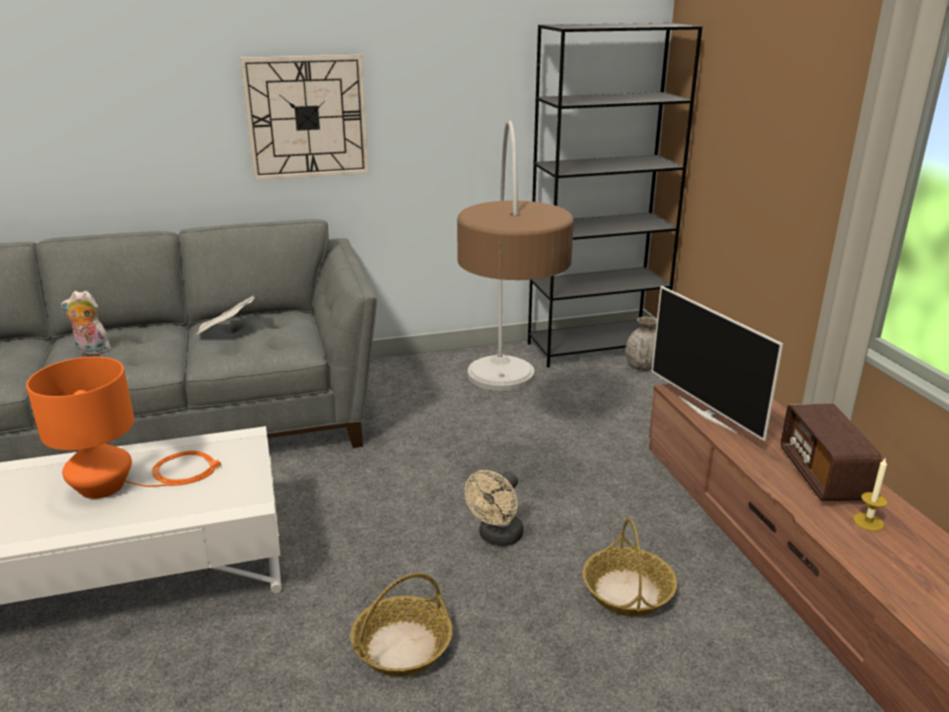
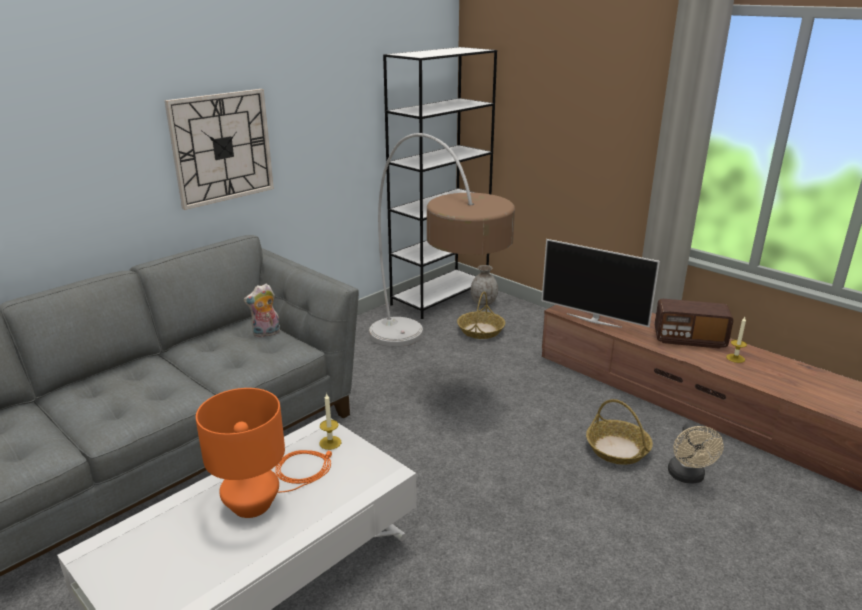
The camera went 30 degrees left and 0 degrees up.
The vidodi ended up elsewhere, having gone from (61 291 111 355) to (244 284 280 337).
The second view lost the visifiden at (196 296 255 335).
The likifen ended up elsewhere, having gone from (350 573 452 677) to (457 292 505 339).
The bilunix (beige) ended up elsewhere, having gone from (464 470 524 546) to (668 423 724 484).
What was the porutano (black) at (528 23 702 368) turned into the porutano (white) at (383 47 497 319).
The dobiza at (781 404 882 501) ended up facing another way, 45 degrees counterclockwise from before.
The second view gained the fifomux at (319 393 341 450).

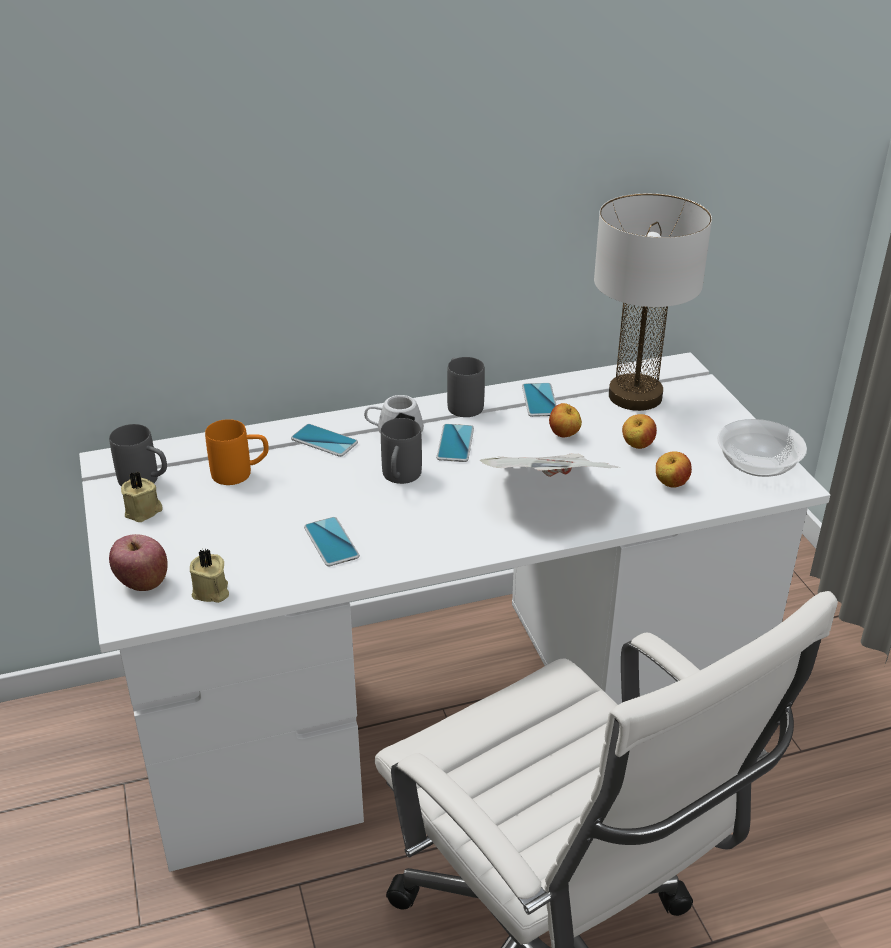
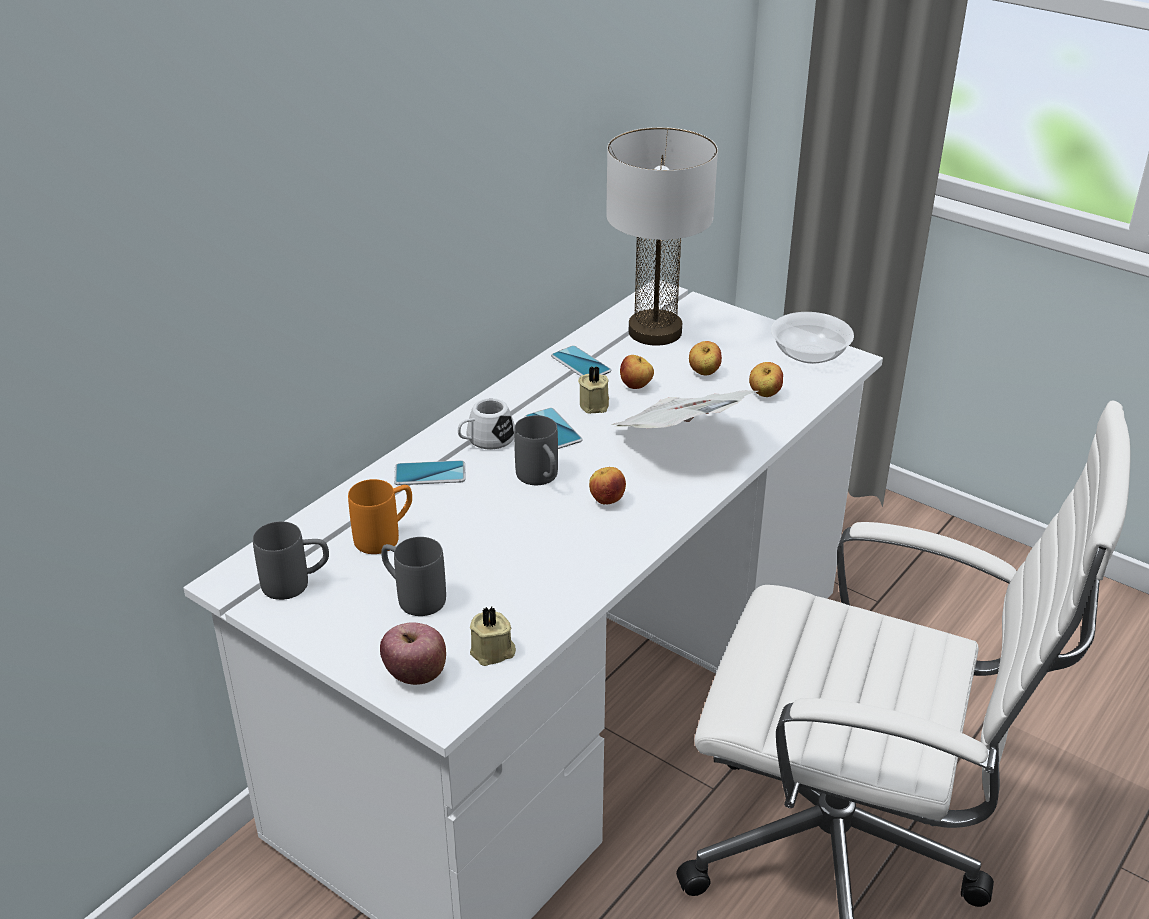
The camera went 35 degrees left and 0 degrees up.
The fifomux (beige) ended up elsewhere, having gone from (121 472 163 522) to (578 366 609 414).
The second view lost the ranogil at (304 517 360 566).
The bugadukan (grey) ended up elsewhere, having gone from (447 357 485 417) to (381 537 446 616).
The second view gained the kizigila at (589 467 626 505).

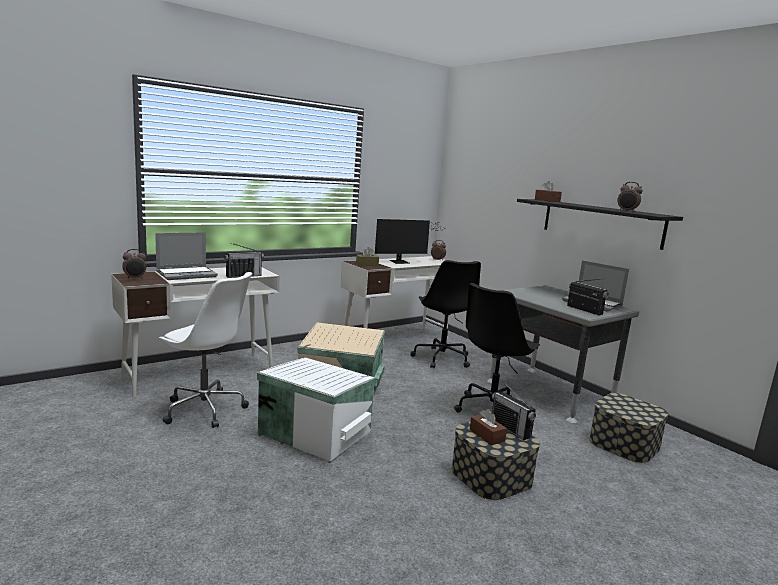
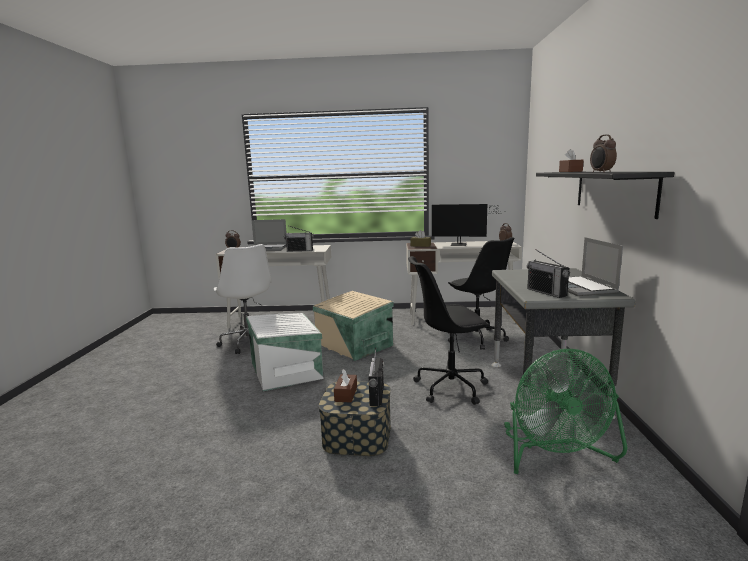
The camera went 40 degrees right and 0 degrees up.
The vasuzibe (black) at (410 260 481 368) ended up facing another way, 60 degrees counterclockwise from before.
The dobiza at (567 278 609 315) ended up facing another way, 150 degrees clockwise from before.
Where the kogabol stood at (589 393 669 463), the bilunix (green) came to stand at (504 349 627 474).

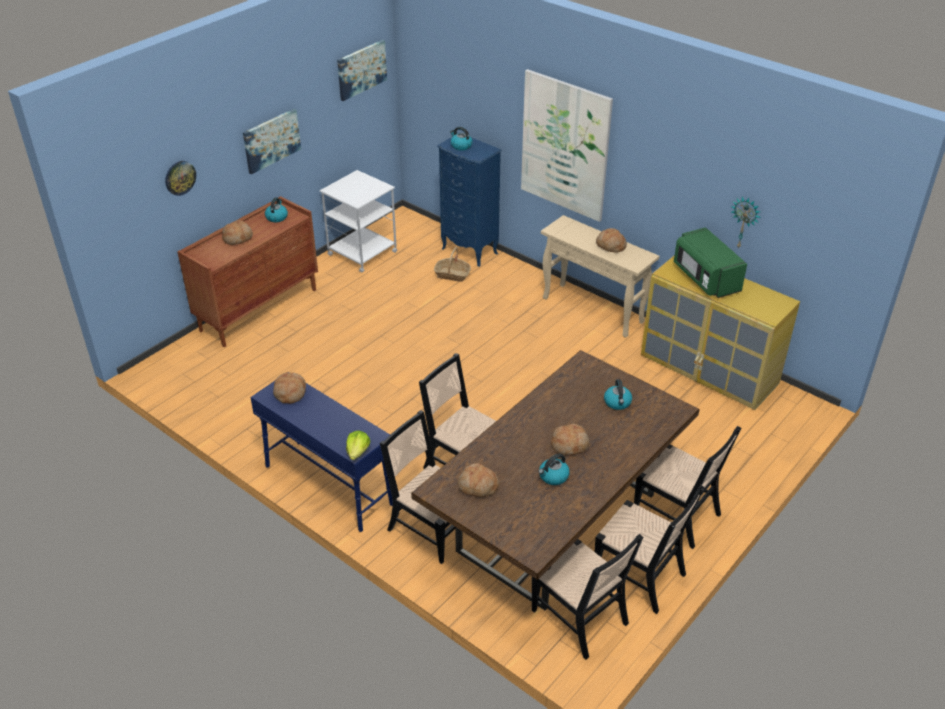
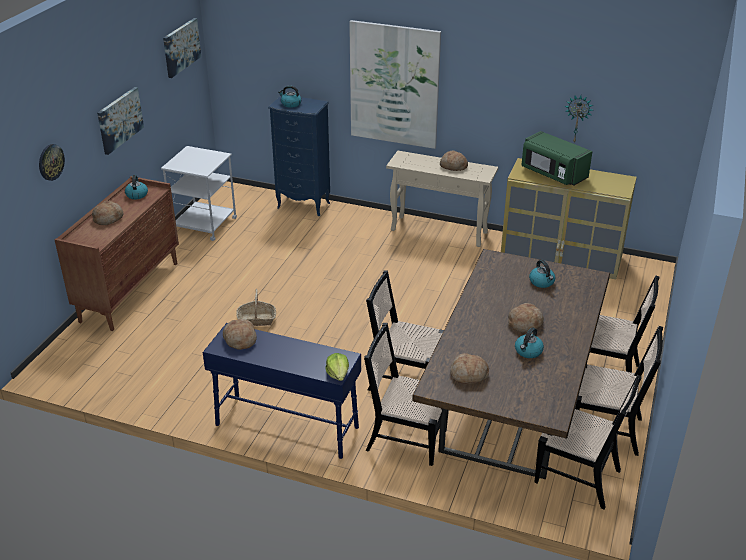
The camera went 20 degrees left and 5 degrees down.
The likifen ended up elsewhere, having gone from (434 247 471 282) to (236 289 276 326).

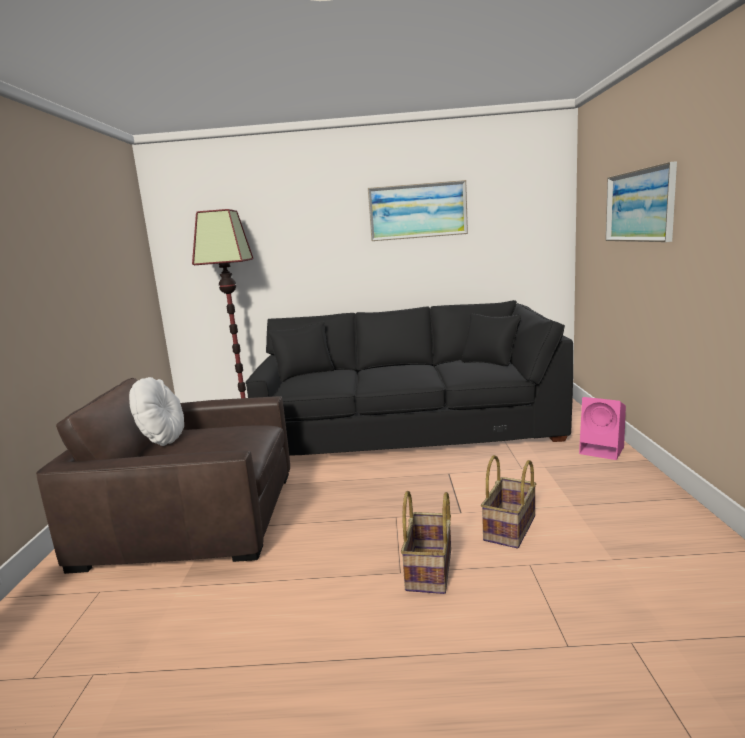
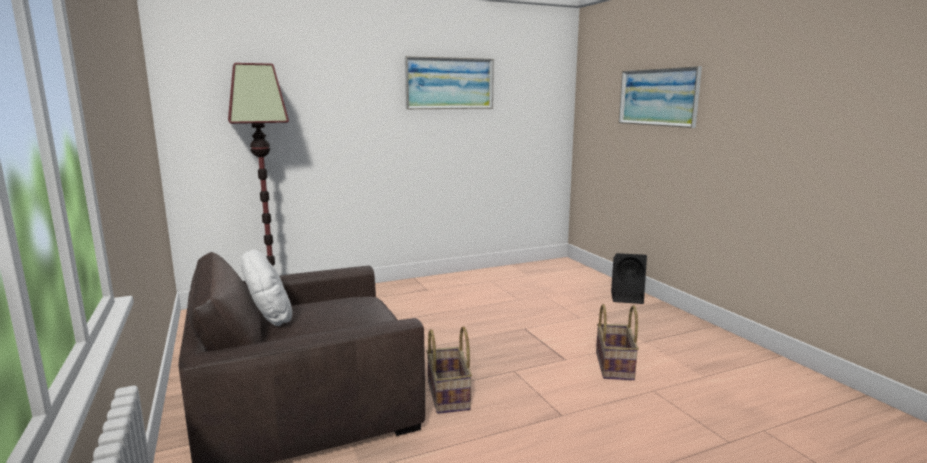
The camera went 25 degrees left and 0 degrees up.
The second view lost the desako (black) at (245 300 573 456).
The likifen ended up elsewhere, having gone from (401 491 451 594) to (426 327 472 414).
What was the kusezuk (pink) at (579 397 626 460) turned into the kusezuk (black) at (611 253 647 304).

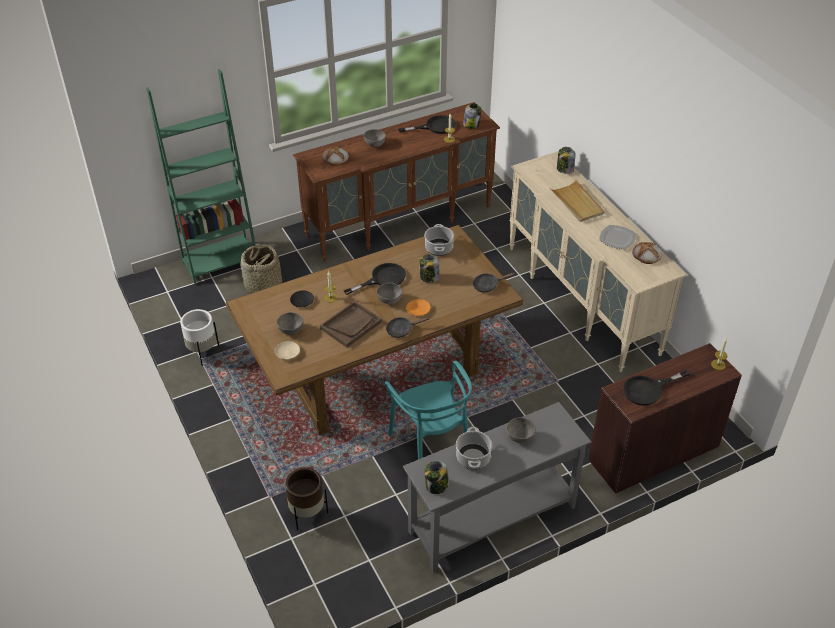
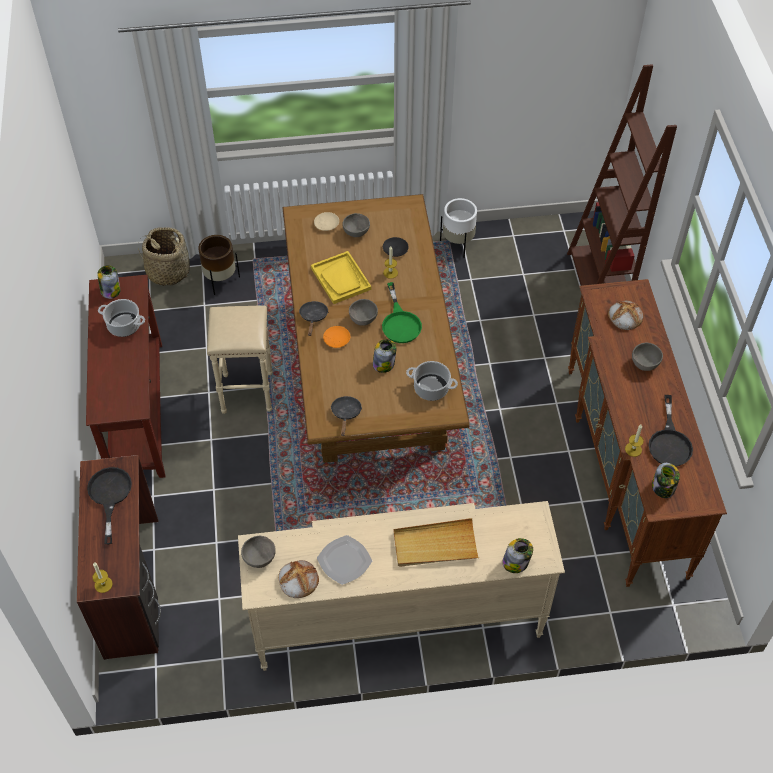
The camera went 110 degrees right and 10 degrees up.
What was the porutano (green) at (146 69 256 285) turned into the porutano (brown) at (567 64 677 286).
The likifen ended up elsewhere, having gone from (241 243 282 294) to (138 227 192 286).
What was the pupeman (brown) at (320 301 382 348) turned into the pupeman (yellow) at (311 251 371 304).
What was the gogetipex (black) at (344 263 406 295) turned into the gogetipex (green) at (382 282 422 343).
Where the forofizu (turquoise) stood at (385 361 472 460), the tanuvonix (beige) came to stand at (207 305 273 414).
What was the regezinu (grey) at (403 402 591 573) turned into the regezinu (brown) at (86 275 165 478).
The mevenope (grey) ended up elsewhere, having gone from (507 417 536 443) to (241 536 276 568).

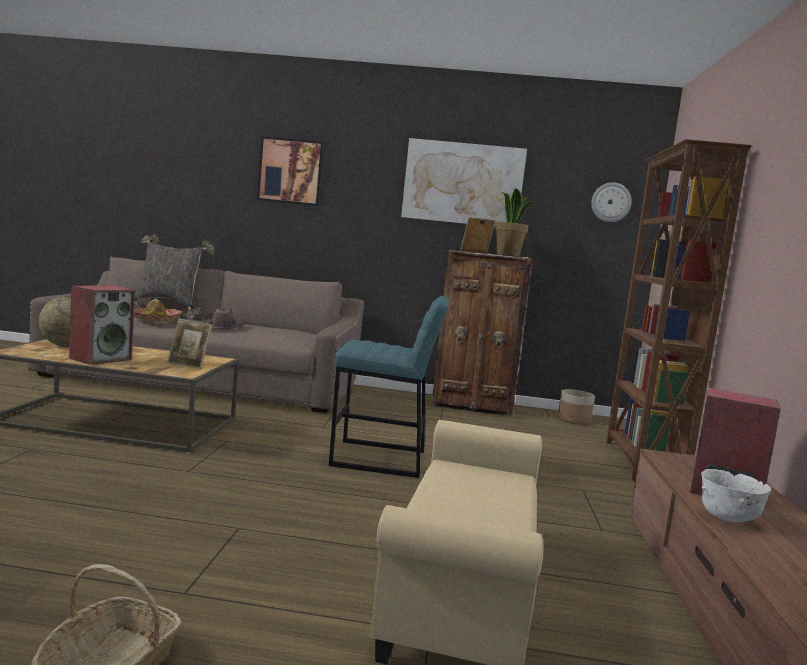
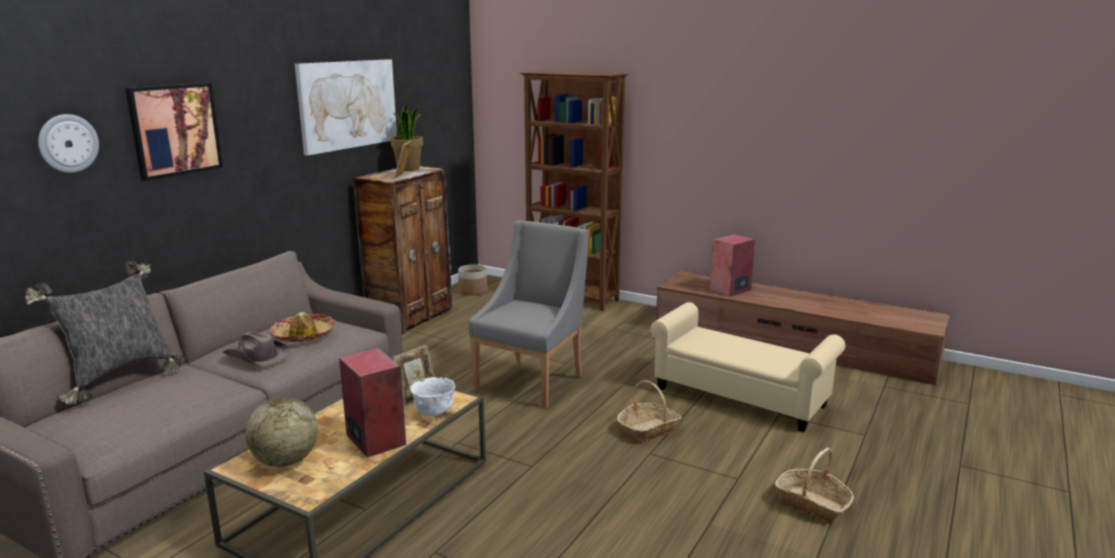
The camera went 65 degrees left and 10 degrees up.
The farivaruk ended up elsewhere, having gone from (134 299 183 322) to (270 312 336 342).
Where the tanuvonix (blue) stood at (329 296 450 478), the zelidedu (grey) came to stand at (469 220 589 408).
The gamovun ended up elsewhere, having gone from (591 182 632 222) to (38 114 99 173).
The mevenope (white) ended up elsewhere, having gone from (701 469 771 522) to (410 377 455 417).
The second view gained the likifen at (617 380 682 443).

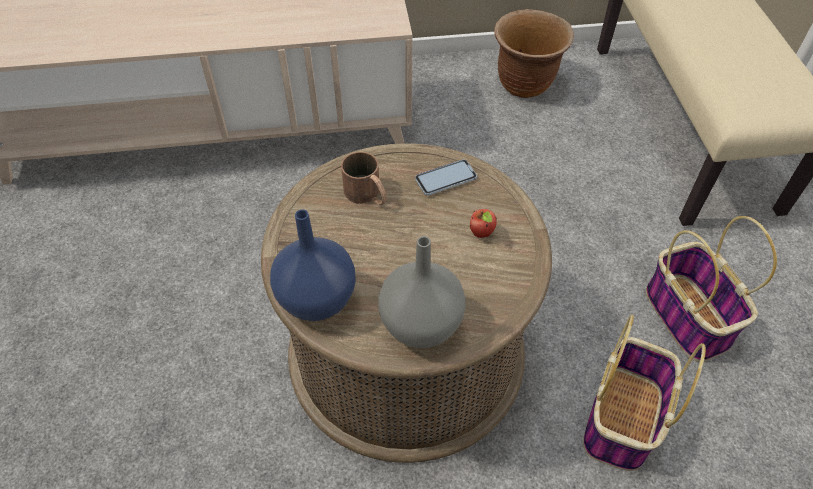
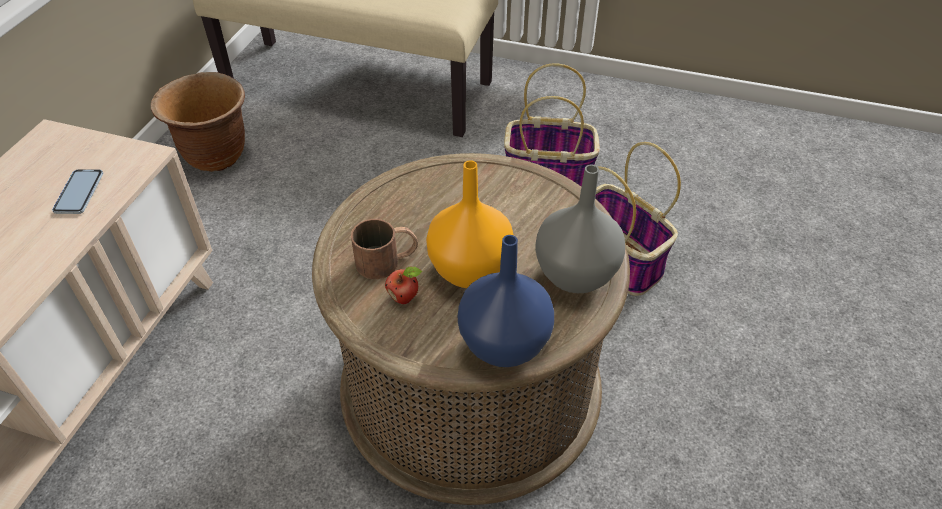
The camera went 65 degrees left and 5 degrees down.
The ranogil ended up elsewhere, having gone from (415 160 477 195) to (52 169 103 214).
The kizigila ended up elsewhere, having gone from (470 209 497 238) to (385 266 422 304).
The second view gained the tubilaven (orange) at (426 160 514 288).

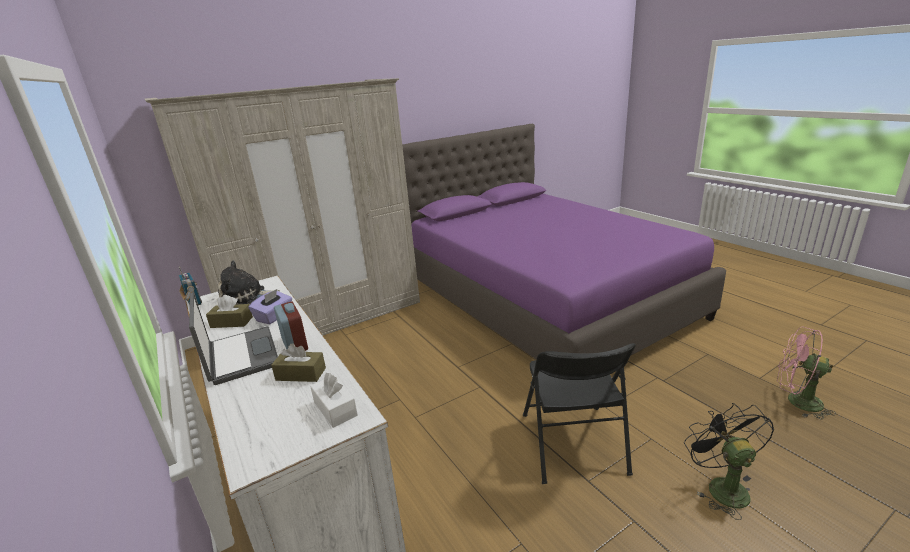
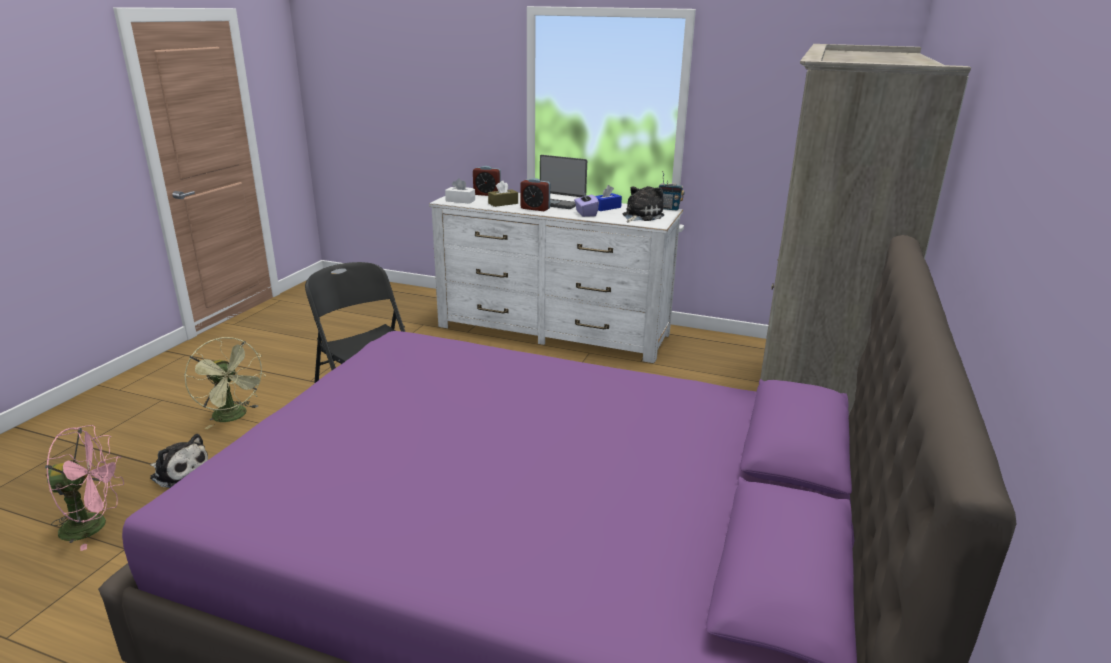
The camera went 140 degrees right and 0 degrees up.
What was the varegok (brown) at (206 295 253 328) turned into the varegok (blue) at (596 185 622 211).
What was the bilunix (black) at (684 403 774 520) turned into the bilunix (green) at (184 337 266 429).
The second view gained the vidodi at (150 434 208 488).
The second view gained the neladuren at (473 166 501 196).

